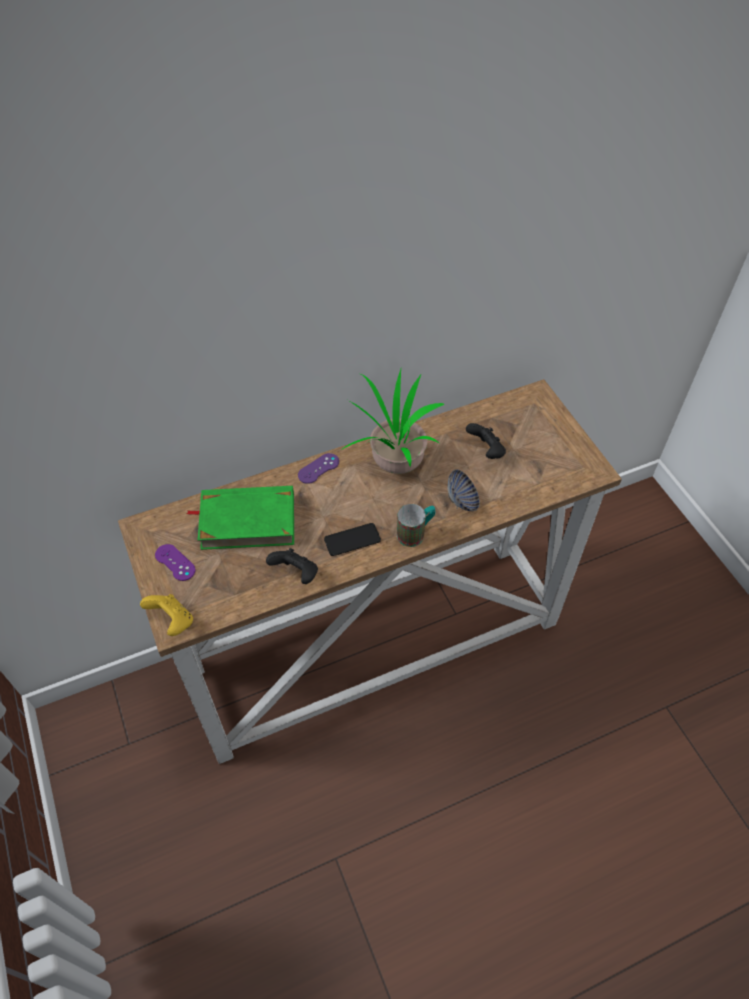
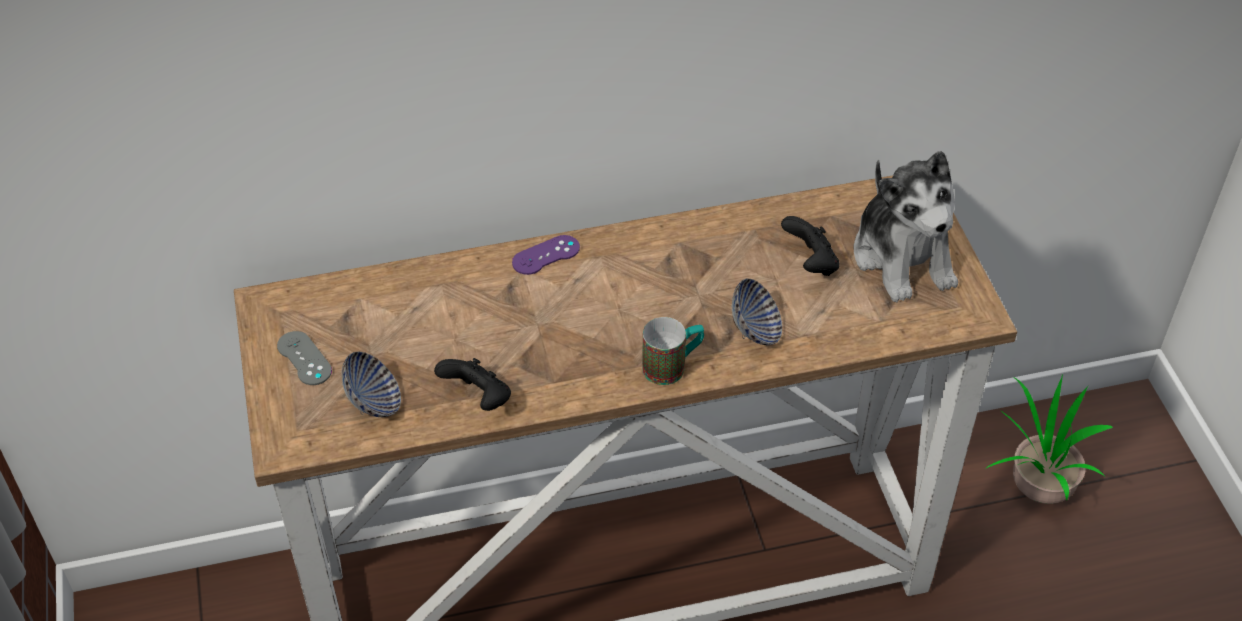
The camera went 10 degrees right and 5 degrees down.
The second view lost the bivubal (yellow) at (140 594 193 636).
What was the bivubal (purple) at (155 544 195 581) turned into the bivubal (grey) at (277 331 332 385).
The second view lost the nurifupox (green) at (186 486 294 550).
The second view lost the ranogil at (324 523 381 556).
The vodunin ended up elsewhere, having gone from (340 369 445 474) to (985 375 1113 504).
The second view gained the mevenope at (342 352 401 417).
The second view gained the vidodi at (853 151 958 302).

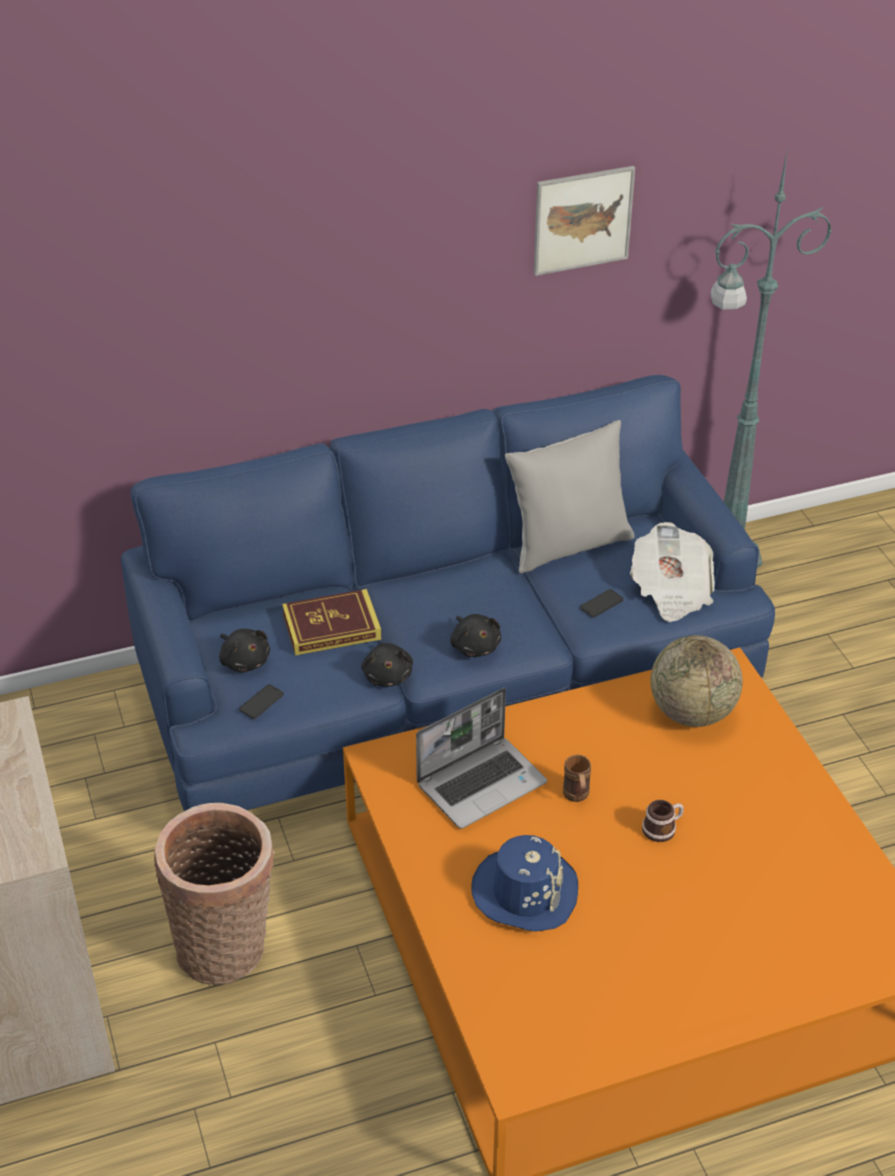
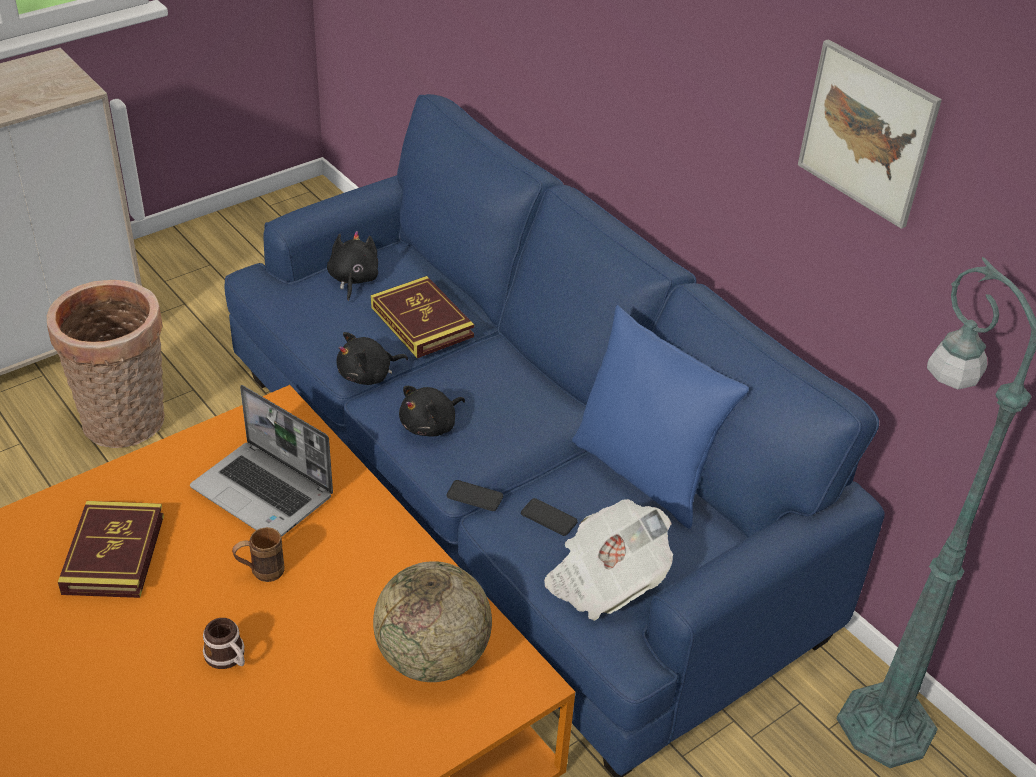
The camera went 70 degrees right and 0 degrees up.
The vidodi (black) at (219 629 270 673) ended up facing another way, 150 degrees clockwise from before.
The ranogil ended up elsewhere, having gone from (239 684 284 719) to (447 480 503 511).
Where the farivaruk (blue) stood at (471 835 578 932), the nurifupox came to stand at (58 501 164 598).
What was the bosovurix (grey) at (505 420 635 574) turned into the bosovurix (blue) at (572 305 749 529).

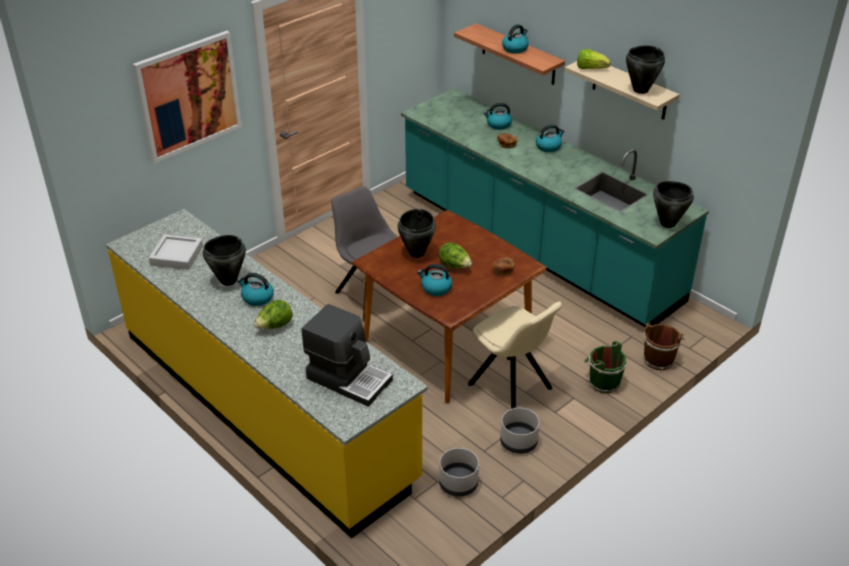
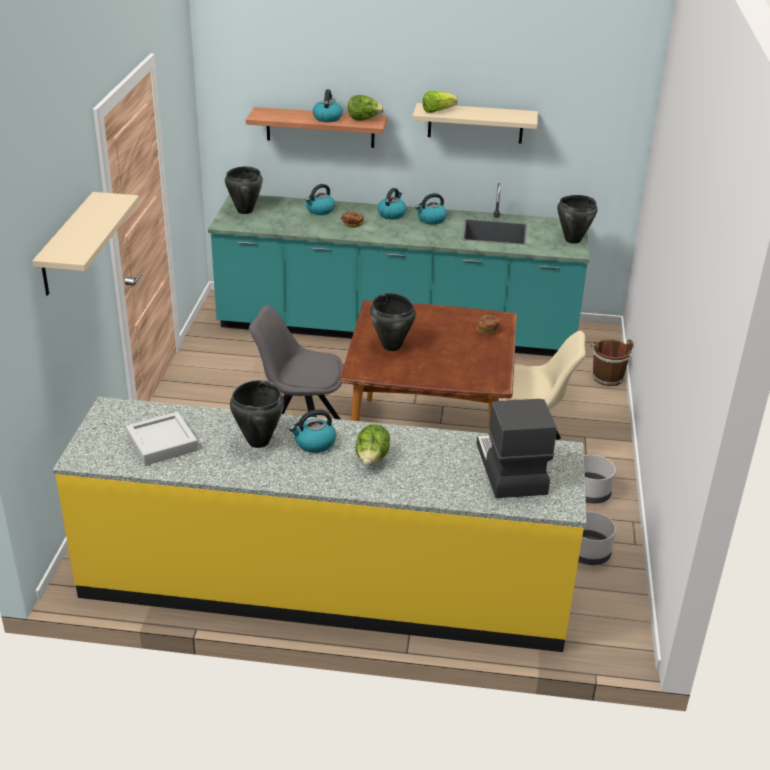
The camera went 40 degrees left and 5 degrees down.
Where the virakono hung at (133 31 242 164), the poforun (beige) came to hang at (32 192 139 296).
The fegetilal at (302 304 393 407) ended up facing another way, 90 degrees counterclockwise from before.
The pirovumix ended up elsewhere, having gone from (417 264 453 296) to (415 193 447 225).
The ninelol ended up elsewhere, having gone from (439 242 472 269) to (348 95 385 121).
The second view lost the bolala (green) at (584 341 627 393).
The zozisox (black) ended up elsewhere, having gone from (626 46 665 94) to (225 166 263 214).

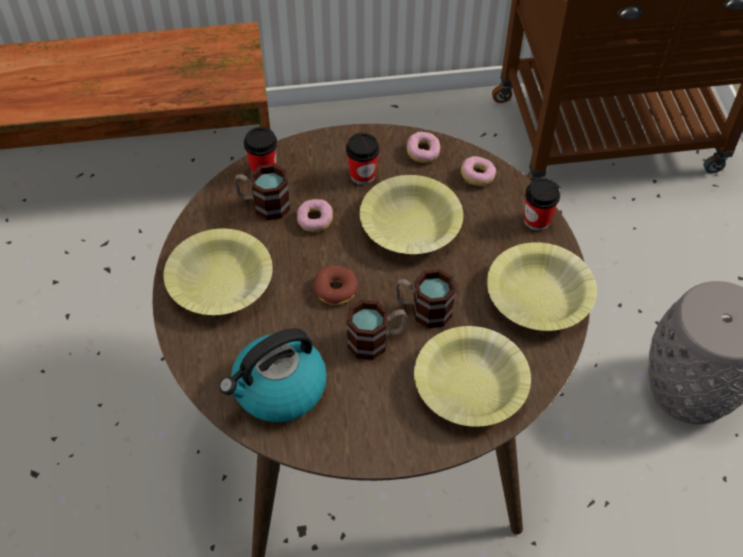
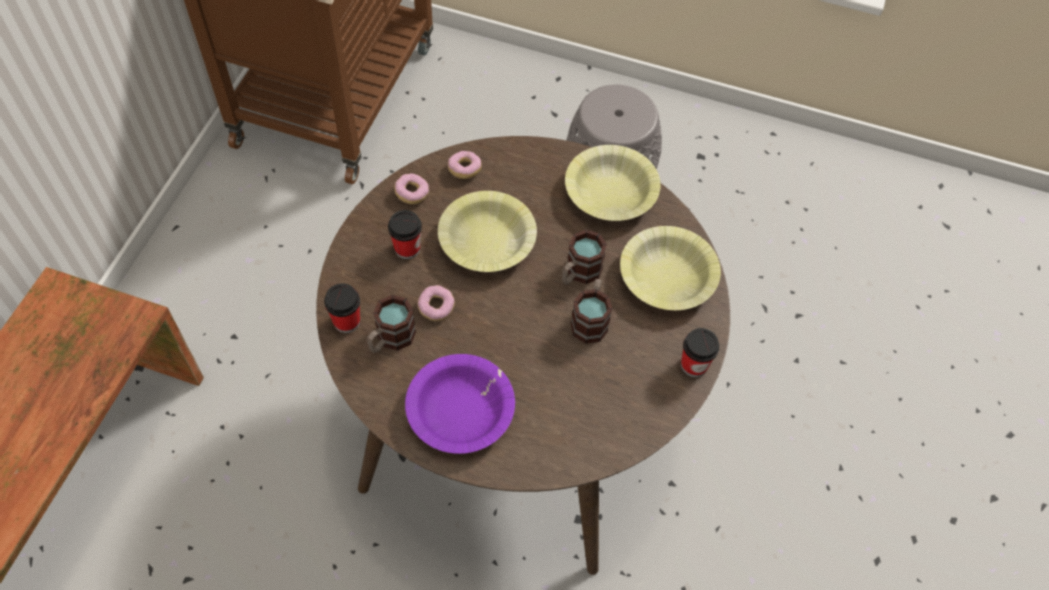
The camera went 65 degrees left and 5 degrees up.
What was the mevenope (yellow) at (164 229 273 315) turned into the mevenope (purple) at (405 354 515 454).
The second view lost the pirovumix at (219 328 327 422).
The second view lost the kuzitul at (313 266 358 305).
The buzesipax ended up elsewhere, having gone from (524 178 560 231) to (681 328 719 377).

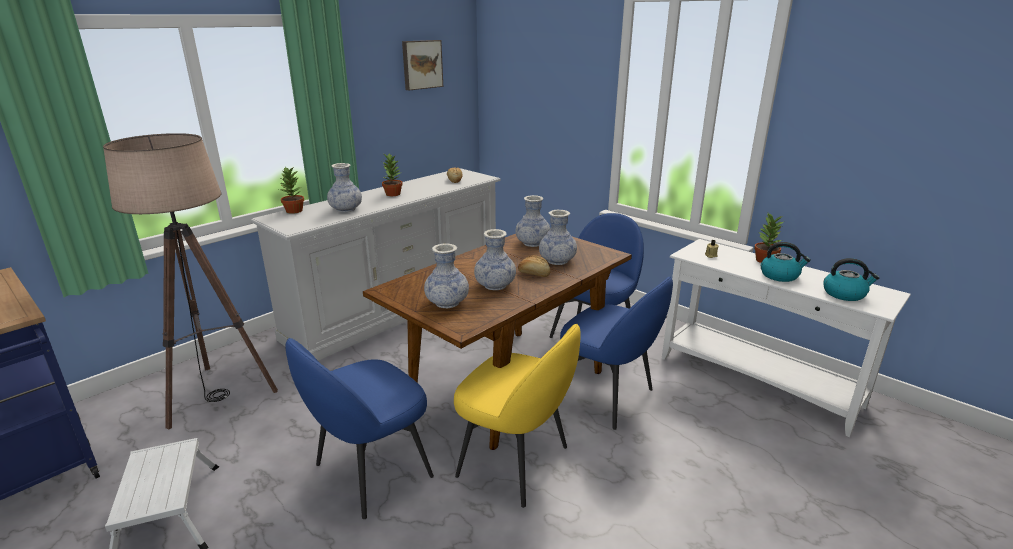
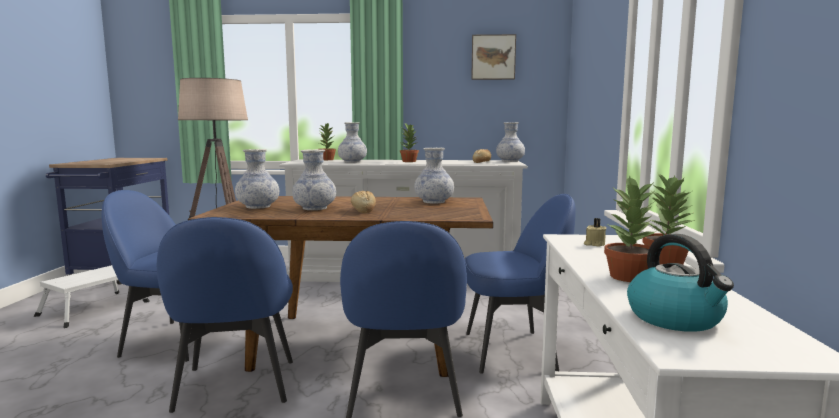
The camera went 50 degrees right and 15 degrees down.
What was the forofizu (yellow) at (454 324 581 508) turned into the forofizu (blue) at (157 217 293 413).
The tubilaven ended up elsewhere, having gone from (539 210 577 265) to (496 122 525 162).
Where the pirovumix stood at (761 242 811 282), the vodunin came to stand at (604 175 658 282).

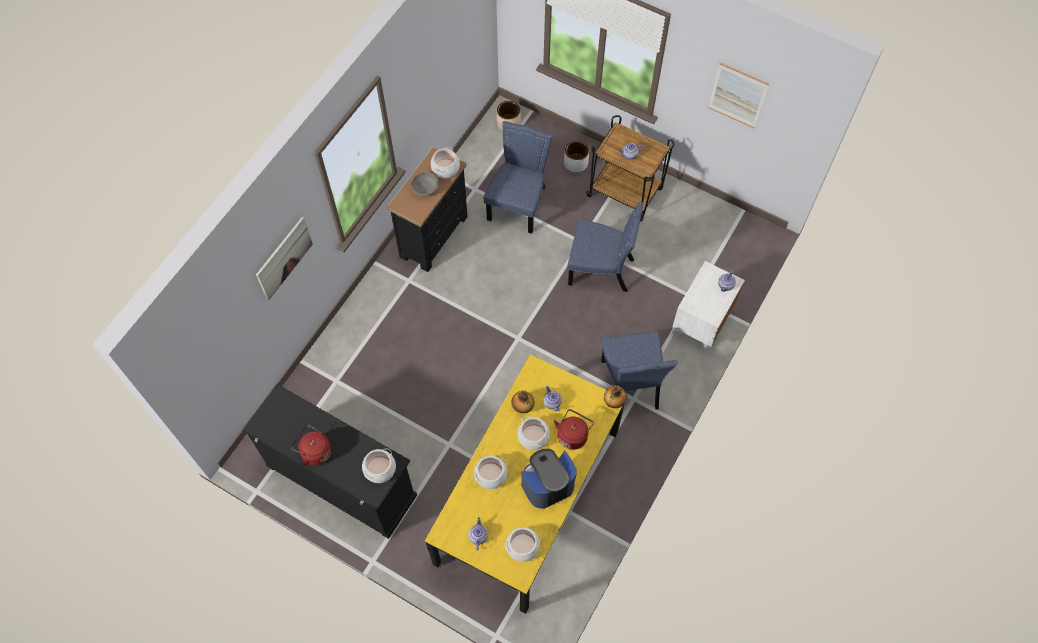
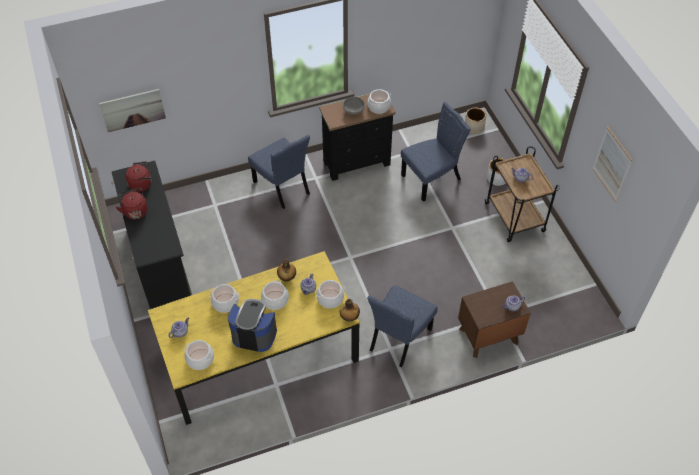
The camera went 40 degrees right and 10 degrees down.
The virakono ended up elsewhere, having gone from (256 217 313 300) to (99 89 166 132).
The zozisox ended up elsewhere, having gone from (362 448 396 483) to (315 280 345 308).
The pirovumix (red) ended up elsewhere, having gone from (554 409 594 450) to (125 161 152 192).
The forofizu (blue) ended up elsewhere, having gone from (567 202 643 292) to (248 135 310 209).
What was the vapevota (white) at (672 261 745 353) turned into the vapevota (brown) at (458 281 531 358).

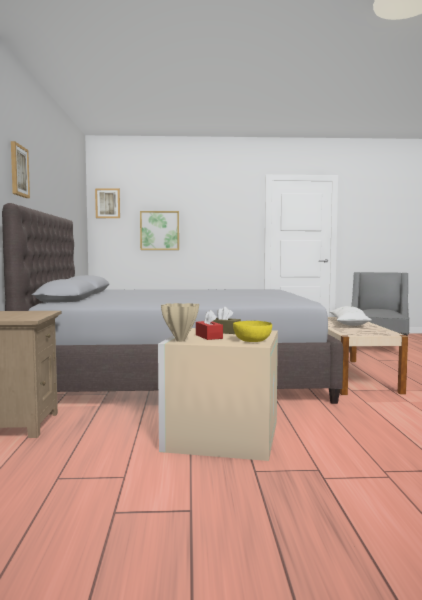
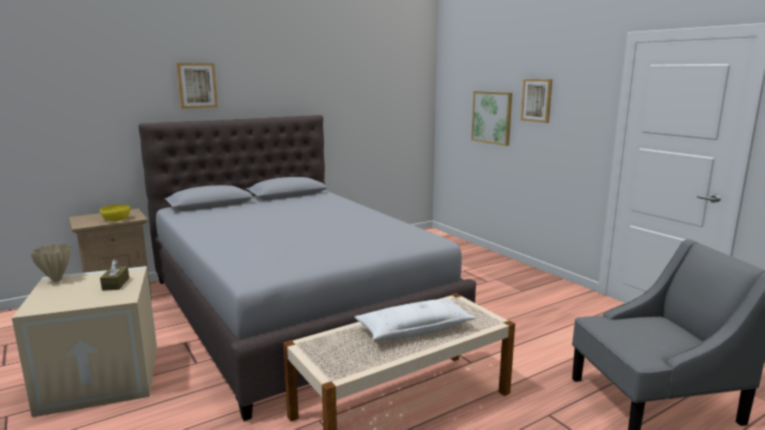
The camera went 60 degrees right and 10 degrees up.
The virakono ended up elsewhere, having gone from (95 188 120 218) to (521 79 553 123).
The second view lost the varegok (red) at (196 310 223 340).
The mevenope (yellow) ended up elsewhere, having gone from (233 321 272 342) to (100 204 130 221).

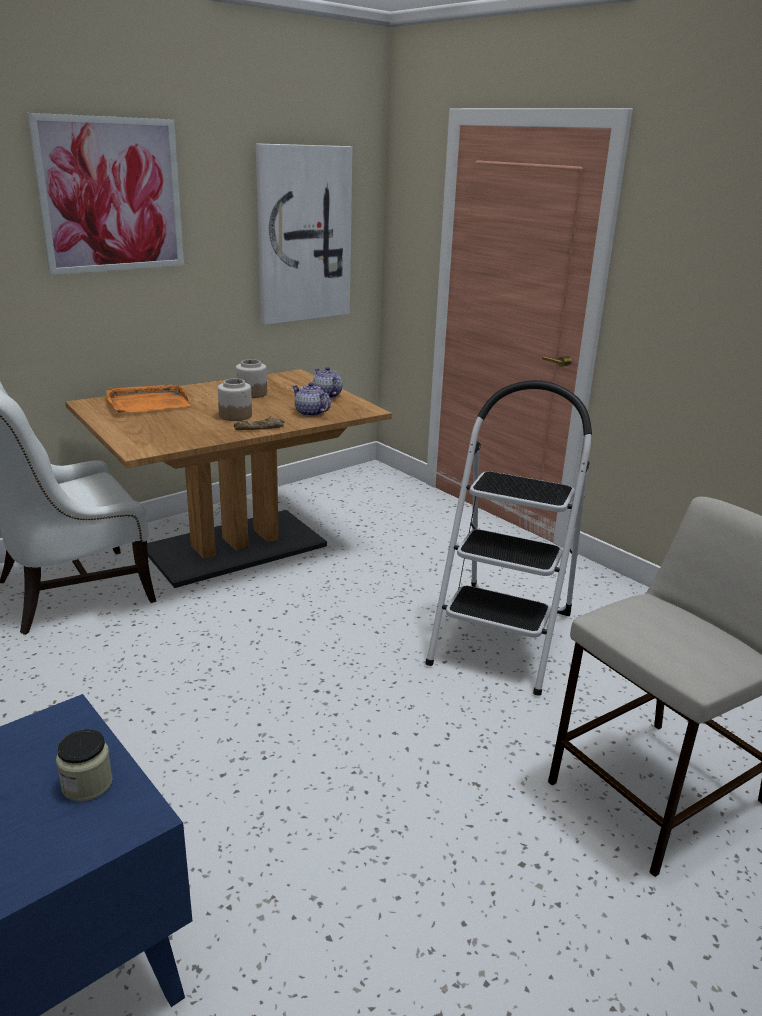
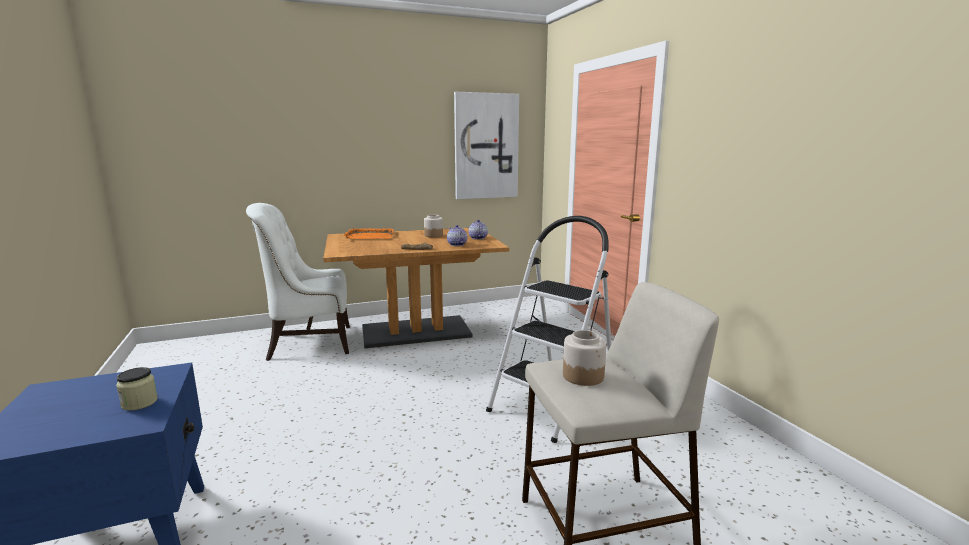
The camera went 20 degrees right and 10 degrees down.
The second view lost the virakono at (27 113 184 275).
The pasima ended up elsewhere, having gone from (218 379 252 421) to (563 330 607 386).

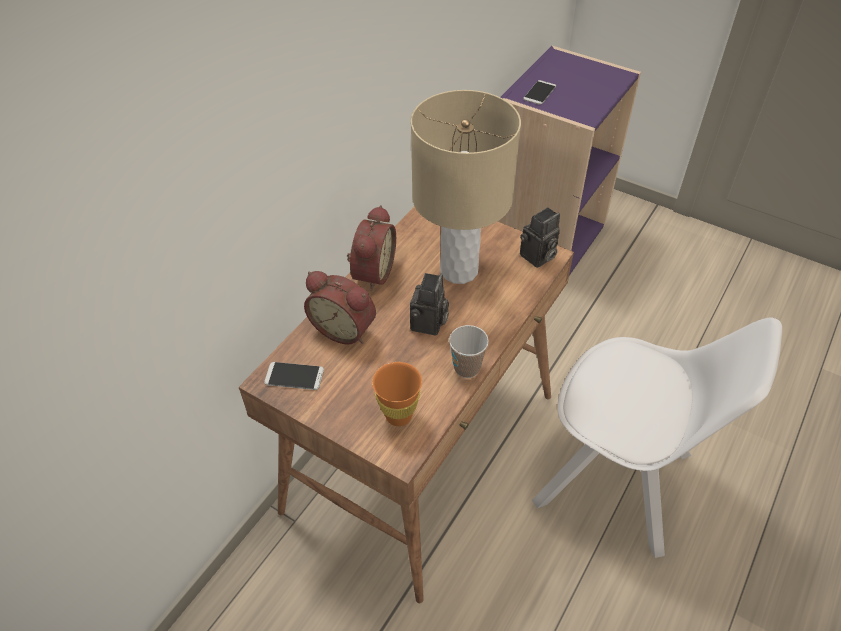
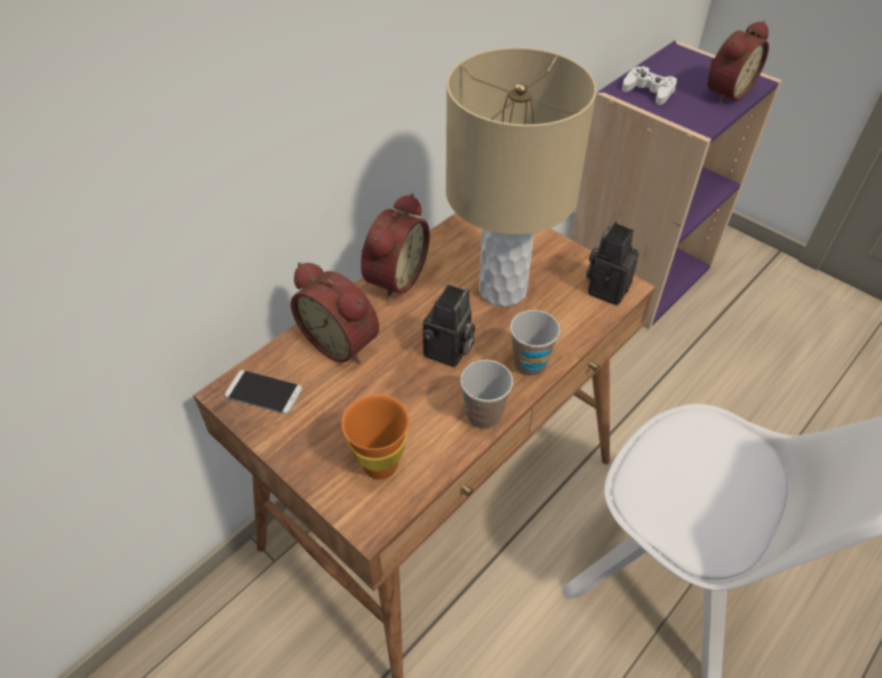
The camera went 10 degrees right and 0 degrees up.
The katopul at (520 207 560 268) ended up facing another way, 150 degrees clockwise from before.
Where the ranogil stood at (523 80 556 105), the bivubal (white) came to stand at (622 66 677 105).
The second view gained the buzesipax at (510 310 560 376).
The second view gained the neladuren at (707 21 769 104).

